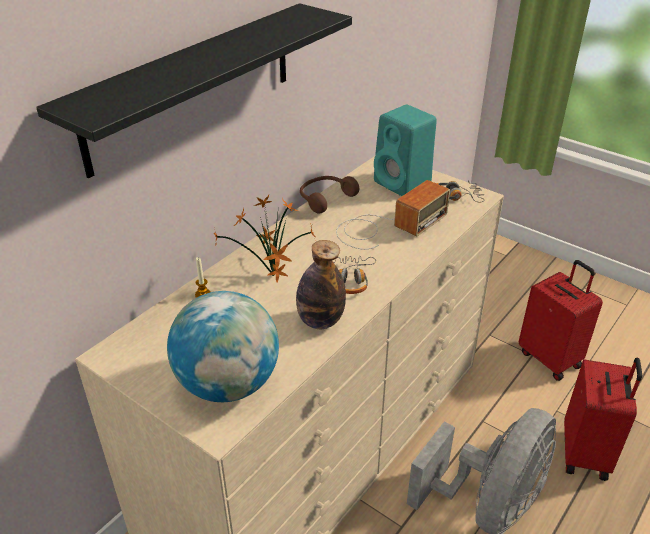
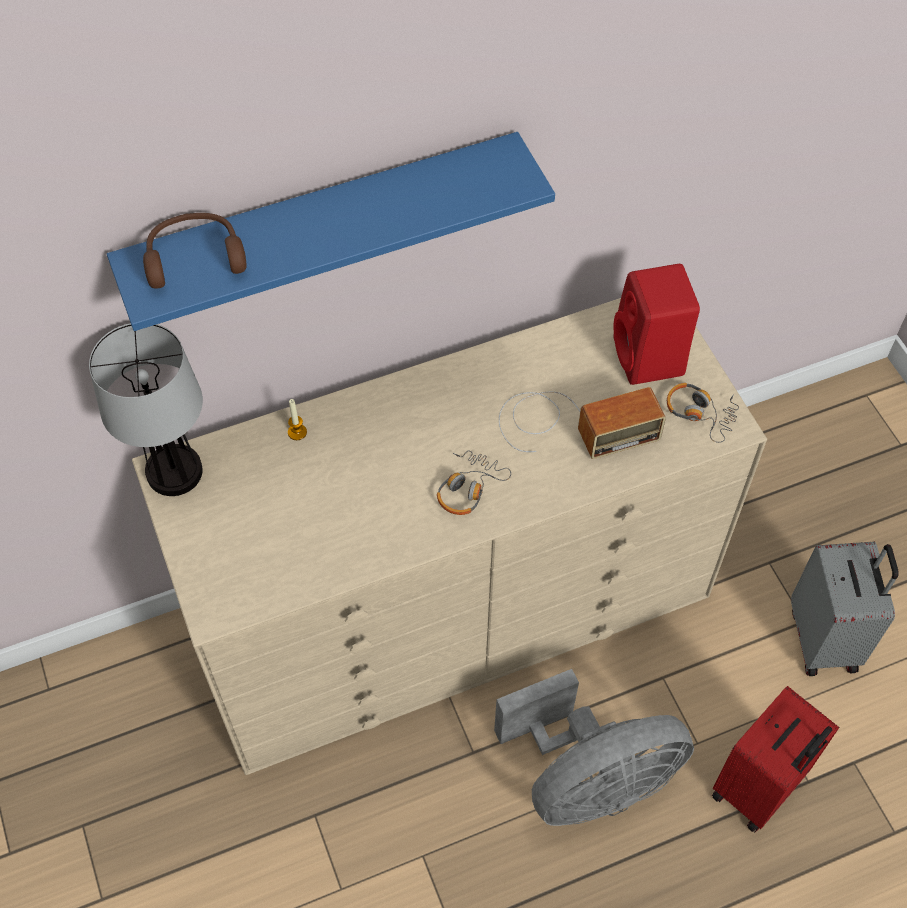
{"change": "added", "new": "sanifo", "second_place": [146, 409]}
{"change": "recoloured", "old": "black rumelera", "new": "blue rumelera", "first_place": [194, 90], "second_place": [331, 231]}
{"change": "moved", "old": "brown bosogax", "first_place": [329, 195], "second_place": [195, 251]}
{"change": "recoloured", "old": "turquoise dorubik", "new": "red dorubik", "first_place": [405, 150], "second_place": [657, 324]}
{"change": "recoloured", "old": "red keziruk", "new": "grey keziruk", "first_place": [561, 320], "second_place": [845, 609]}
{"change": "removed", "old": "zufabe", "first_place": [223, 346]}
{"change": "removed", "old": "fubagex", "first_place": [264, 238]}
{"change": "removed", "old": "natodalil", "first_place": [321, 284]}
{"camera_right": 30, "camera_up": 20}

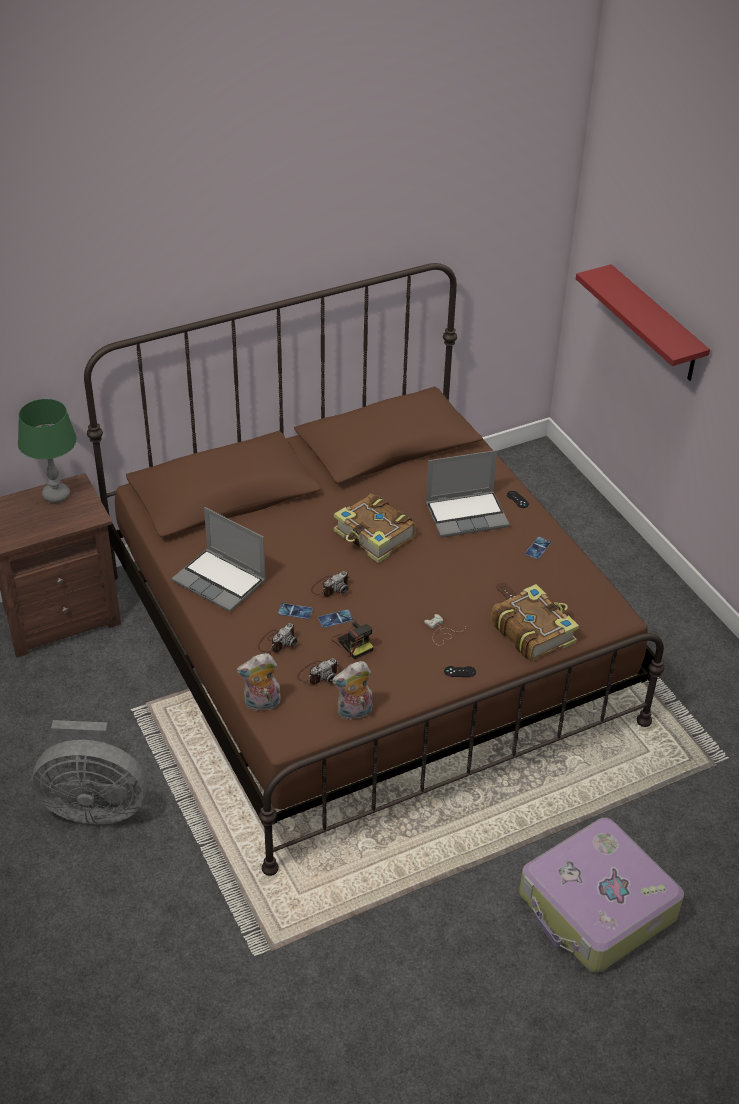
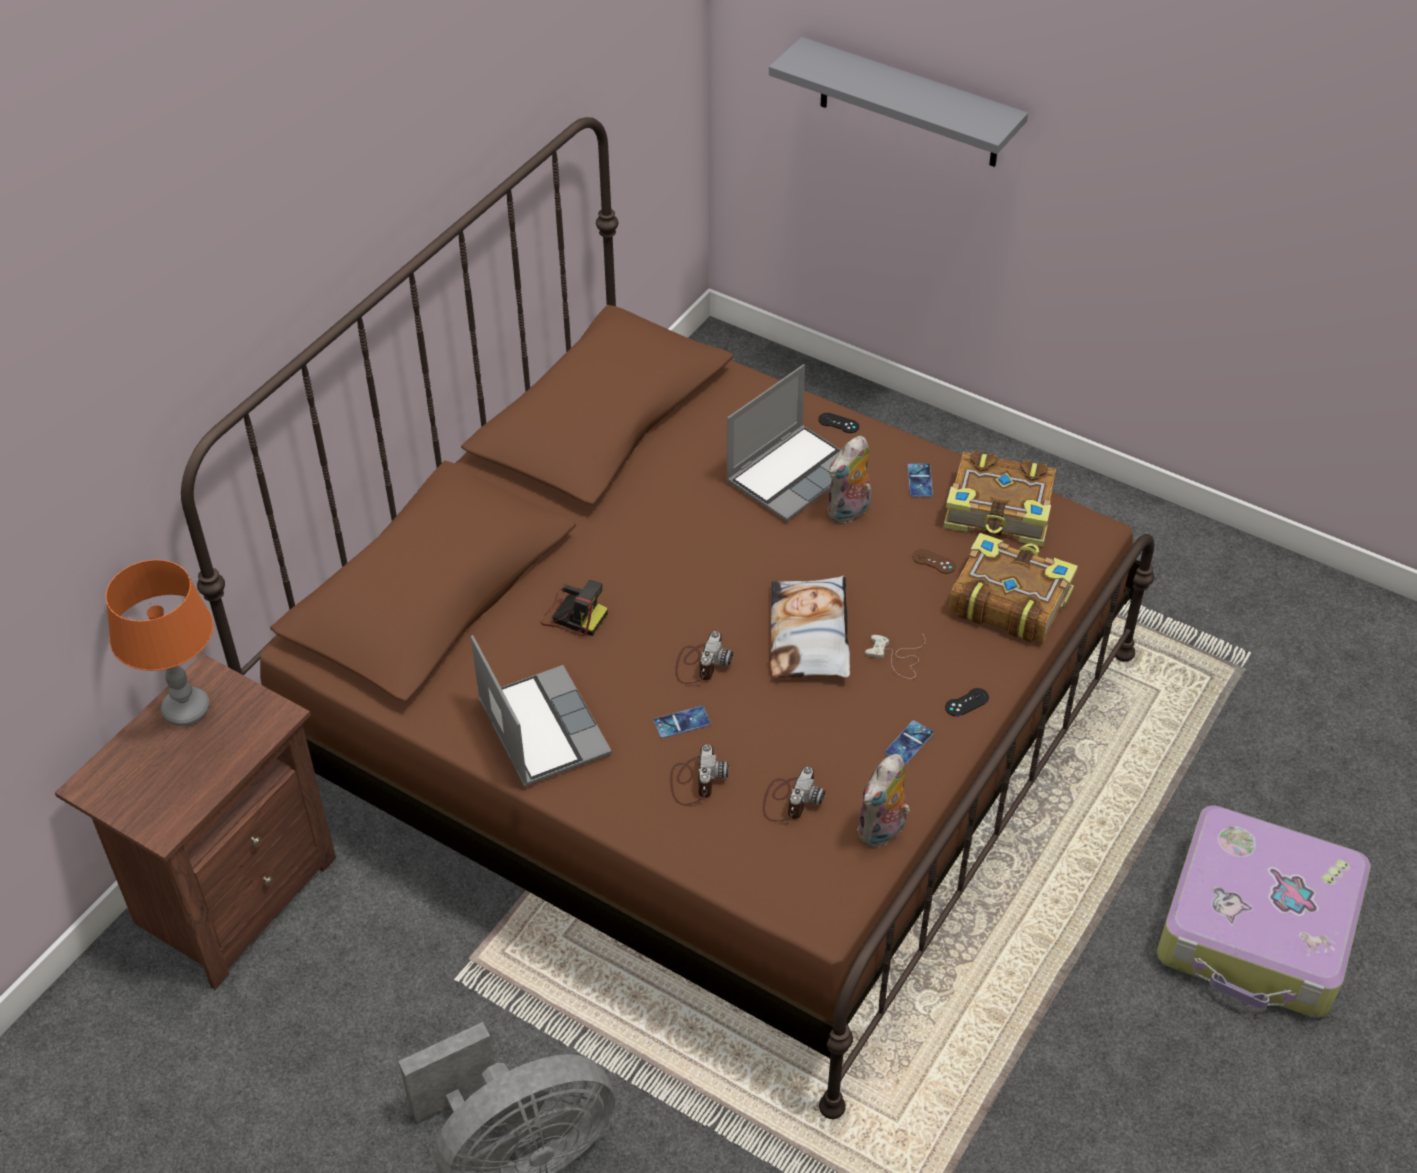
{"change": "recoloured", "old": "green sanifo", "new": "orange sanifo", "first_place": [47, 451], "second_place": [159, 643]}
{"change": "turned", "old": "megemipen", "first_place": [219, 559], "second_place": [541, 711], "degrees": -120}
{"change": "moved", "old": "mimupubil", "first_place": [352, 640], "second_place": [574, 608]}
{"change": "recoloured", "old": "red rumelera", "new": "grey rumelera", "first_place": [643, 322], "second_place": [898, 102]}
{"change": "added", "new": "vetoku", "second_place": [810, 627]}
{"change": "moved", "old": "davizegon", "first_place": [258, 682], "second_place": [849, 479]}
{"change": "moved", "old": "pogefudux", "first_place": [336, 619], "second_place": [909, 742]}
{"change": "moved", "old": "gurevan", "first_place": [375, 528], "second_place": [999, 498]}
{"camera_right": -30, "camera_up": 5}

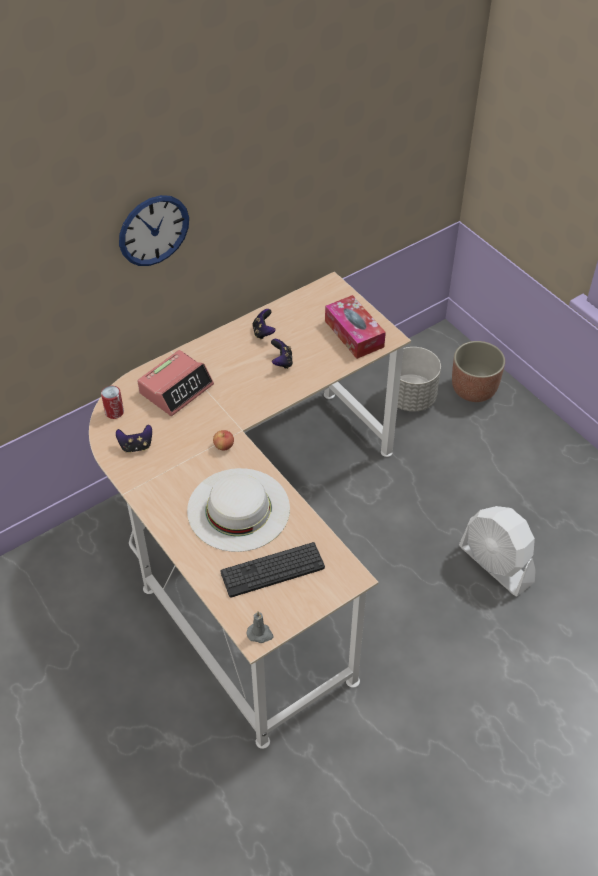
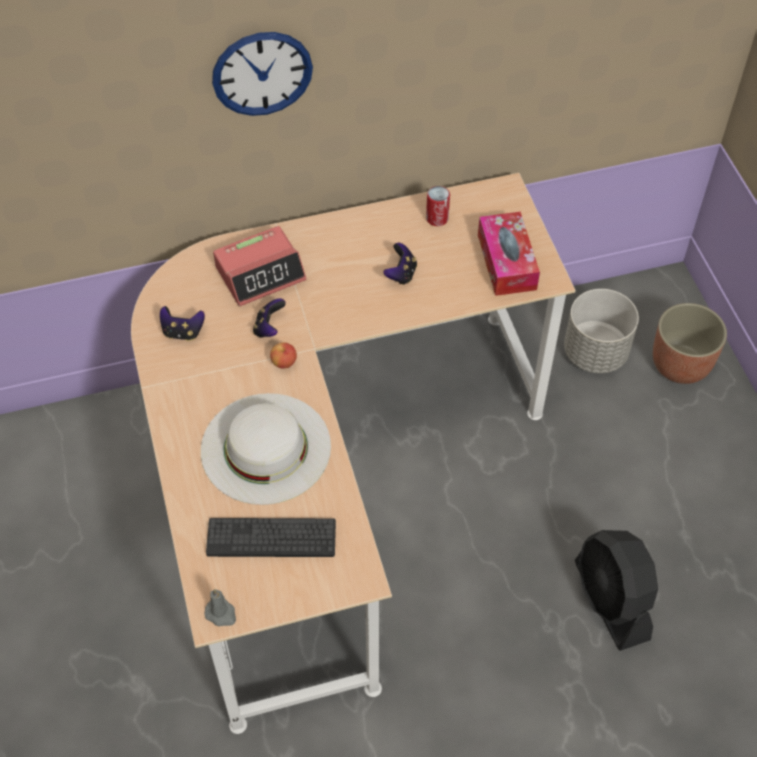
{"change": "moved", "old": "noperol", "first_place": [263, 324], "second_place": [269, 318]}
{"change": "moved", "old": "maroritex", "first_place": [112, 402], "second_place": [438, 206]}
{"change": "recoloured", "old": "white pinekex", "new": "black pinekex", "first_place": [497, 551], "second_place": [616, 590]}
{"camera_right": 20, "camera_up": 5}

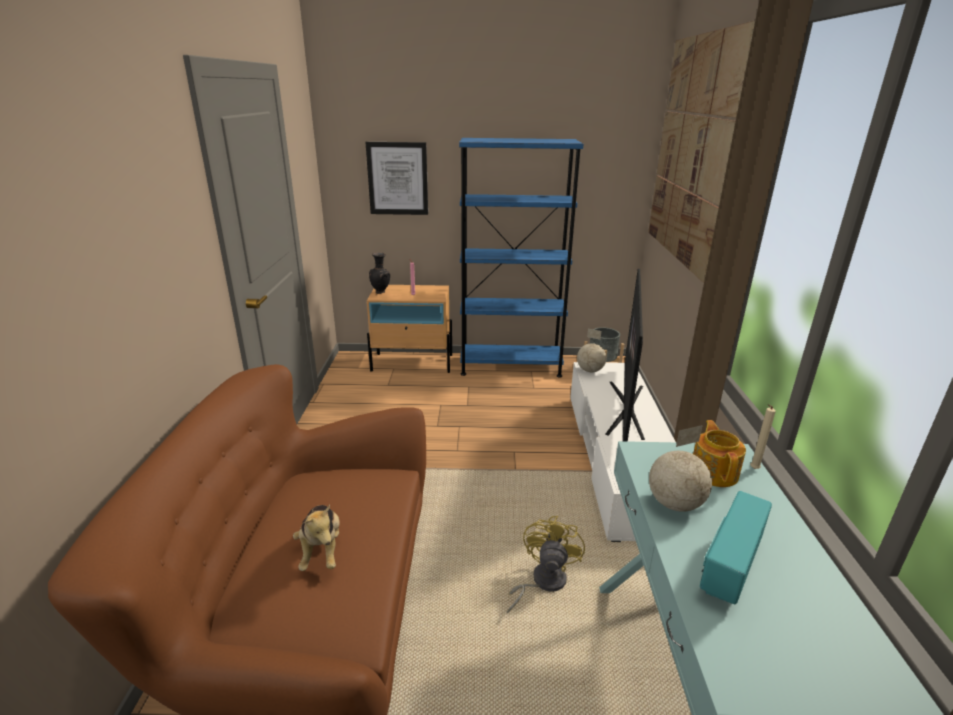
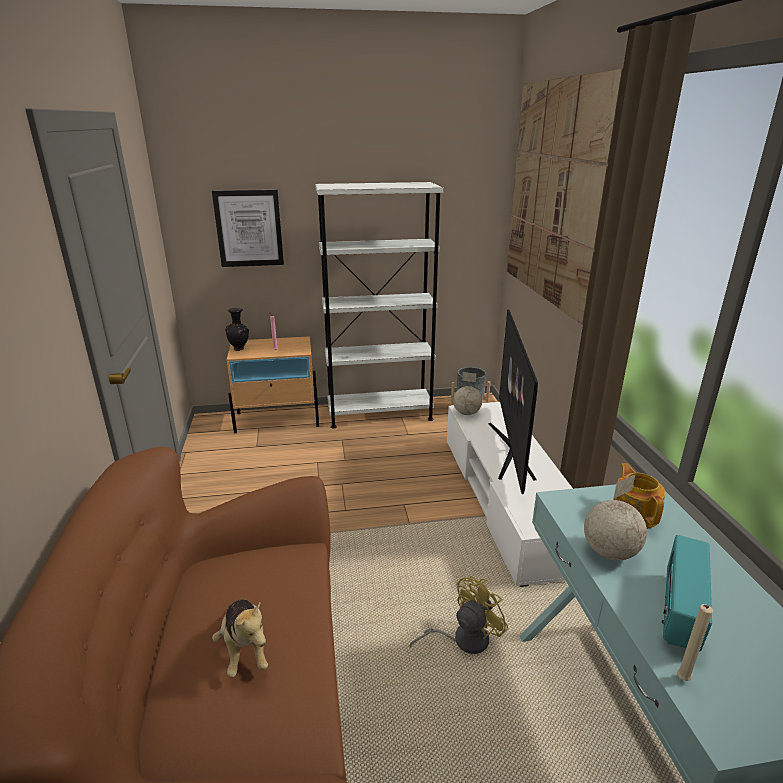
{"change": "recoloured", "old": "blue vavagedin", "new": "white vavagedin", "first_place": [521, 258], "second_place": [379, 305]}
{"change": "turned", "old": "yellow pinekex", "first_place": [546, 565], "second_place": [459, 615], "degrees": 45}
{"change": "moved", "old": "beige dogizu", "first_place": [763, 436], "second_place": [695, 642]}
{"camera_right": -10, "camera_up": 0}

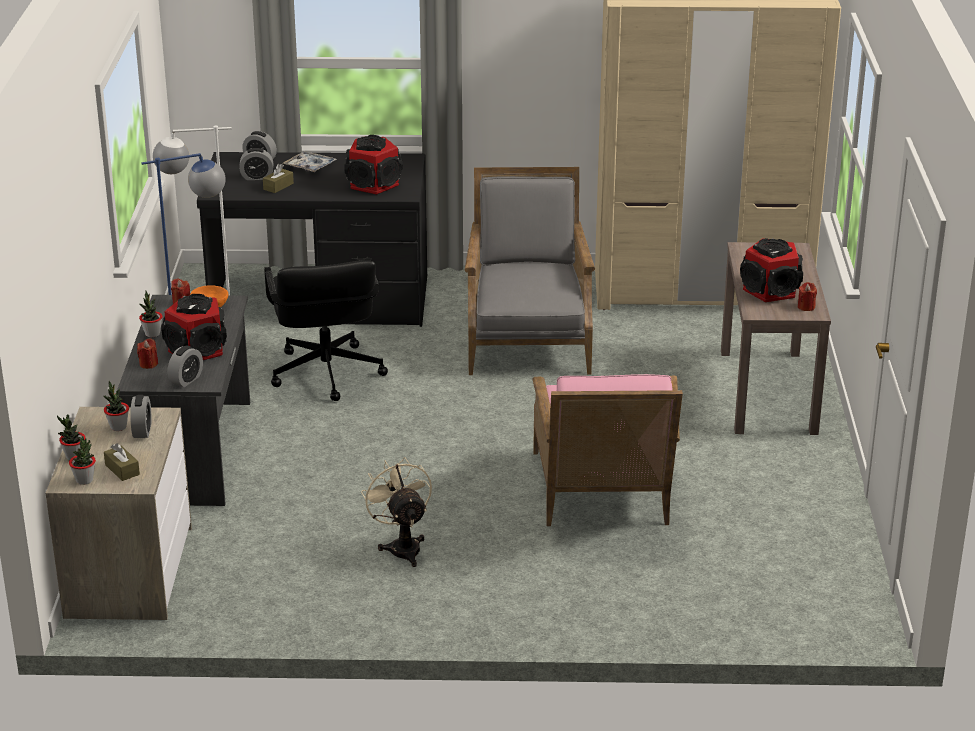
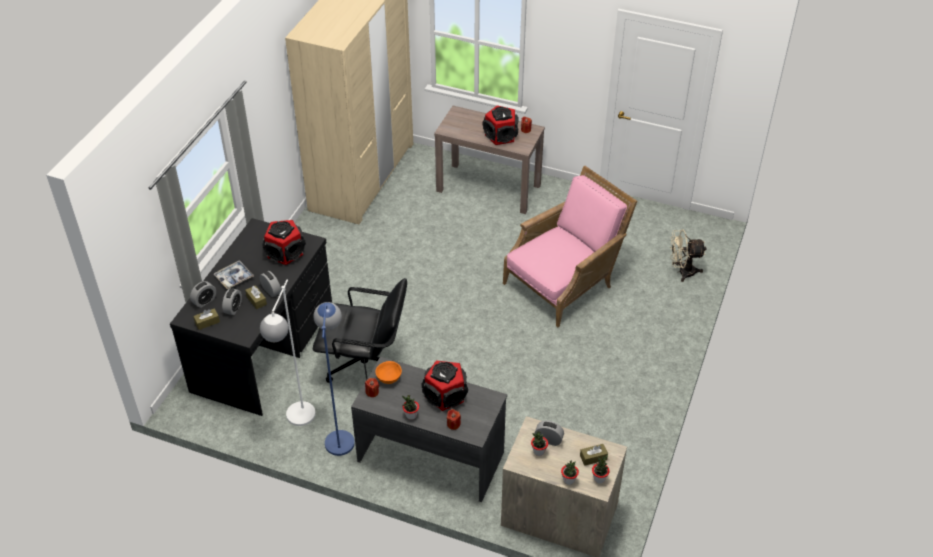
{"change": "added", "new": "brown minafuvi", "second_place": [206, 319]}
{"change": "moved", "old": "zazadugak", "first_place": [185, 366], "second_place": [270, 284]}
{"change": "turned", "old": "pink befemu", "first_place": [608, 450], "second_place": [570, 246], "degrees": -60}
{"change": "moved", "old": "beige pinekex", "first_place": [396, 512], "second_place": [688, 255]}
{"change": "removed", "old": "grey befemu", "first_place": [530, 271]}
{"camera_right": -70, "camera_up": 15}

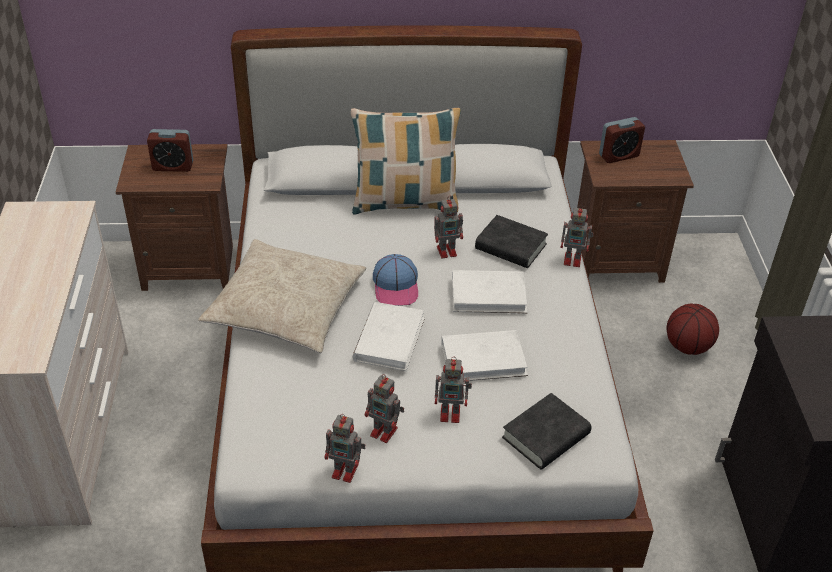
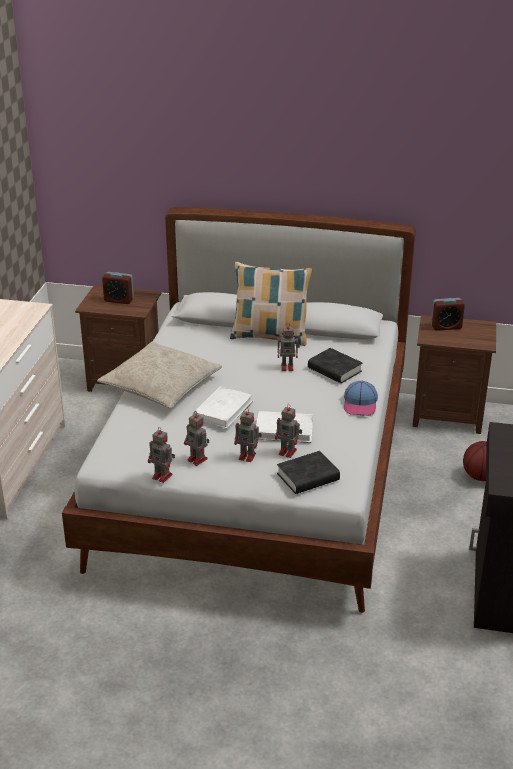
{"change": "moved", "old": "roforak", "first_place": [577, 235], "second_place": [288, 431]}
{"change": "moved", "old": "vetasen", "first_place": [395, 280], "second_place": [361, 398]}
{"change": "removed", "old": "white gurevan", "first_place": [490, 291]}
{"camera_right": 15, "camera_up": -10}

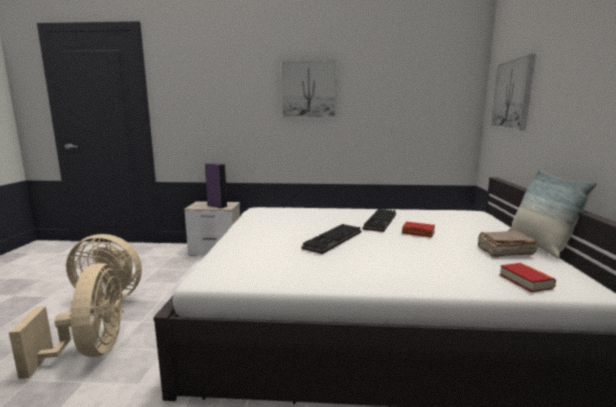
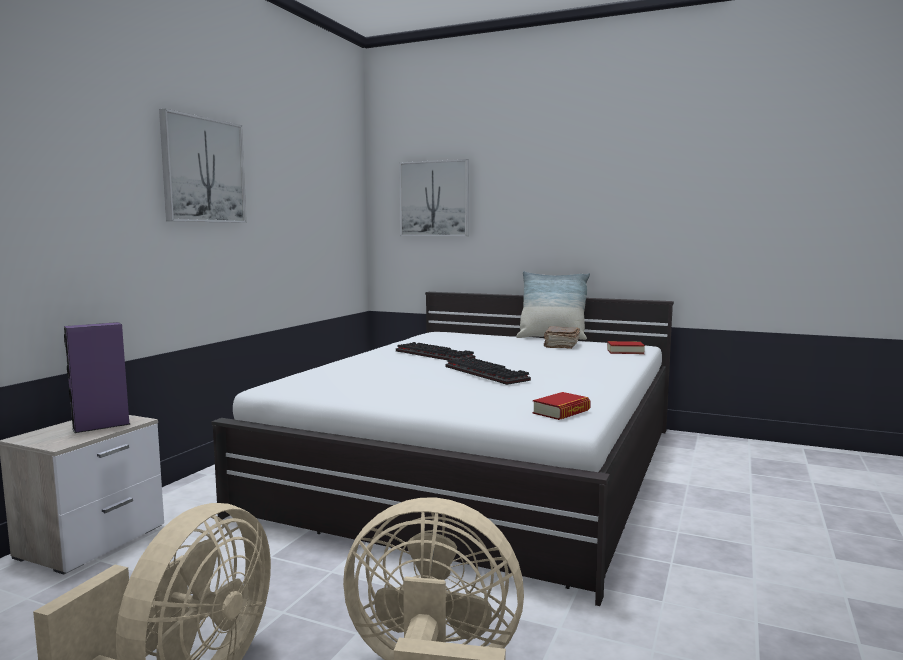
{"change": "moved", "old": "gurevan", "first_place": [418, 230], "second_place": [562, 406]}
{"camera_right": -70, "camera_up": -5}

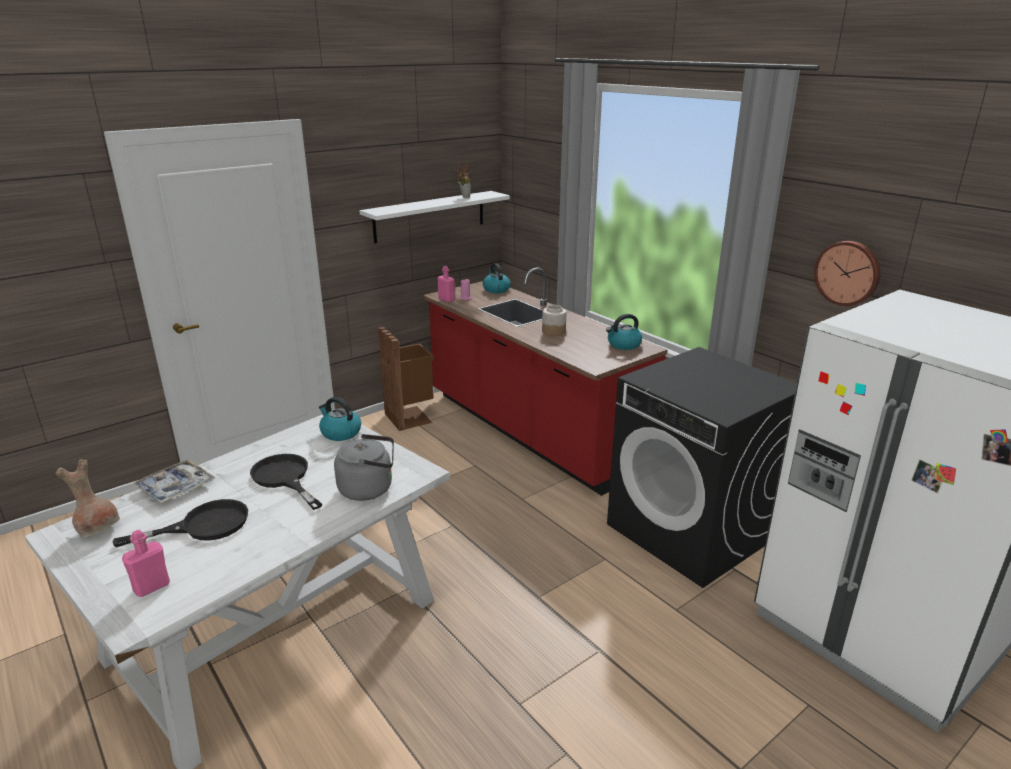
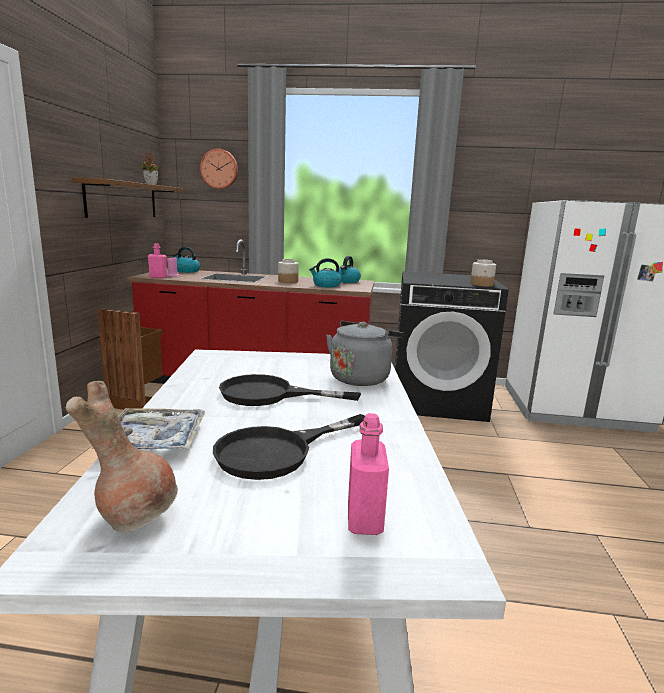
{"change": "recoloured", "old": "white rumelera", "new": "brown rumelera", "first_place": [434, 217], "second_place": [128, 198]}
{"change": "moved", "old": "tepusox", "first_place": [847, 273], "second_place": [219, 169]}
{"change": "turned", "old": "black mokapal", "first_place": [180, 523], "second_place": [289, 447], "degrees": -150}
{"change": "moved", "old": "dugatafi", "first_place": [340, 419], "second_place": [325, 272]}
{"change": "added", "new": "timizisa", "second_place": [483, 273]}
{"camera_right": -45, "camera_up": -10}

